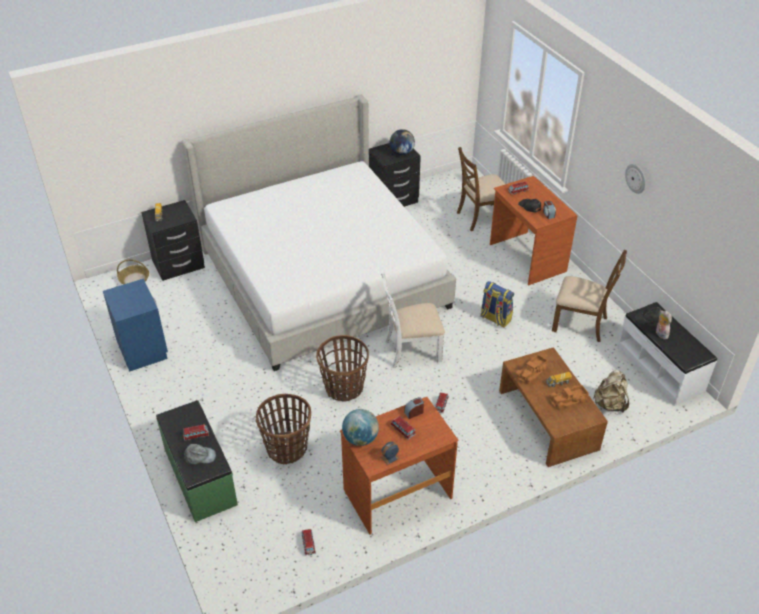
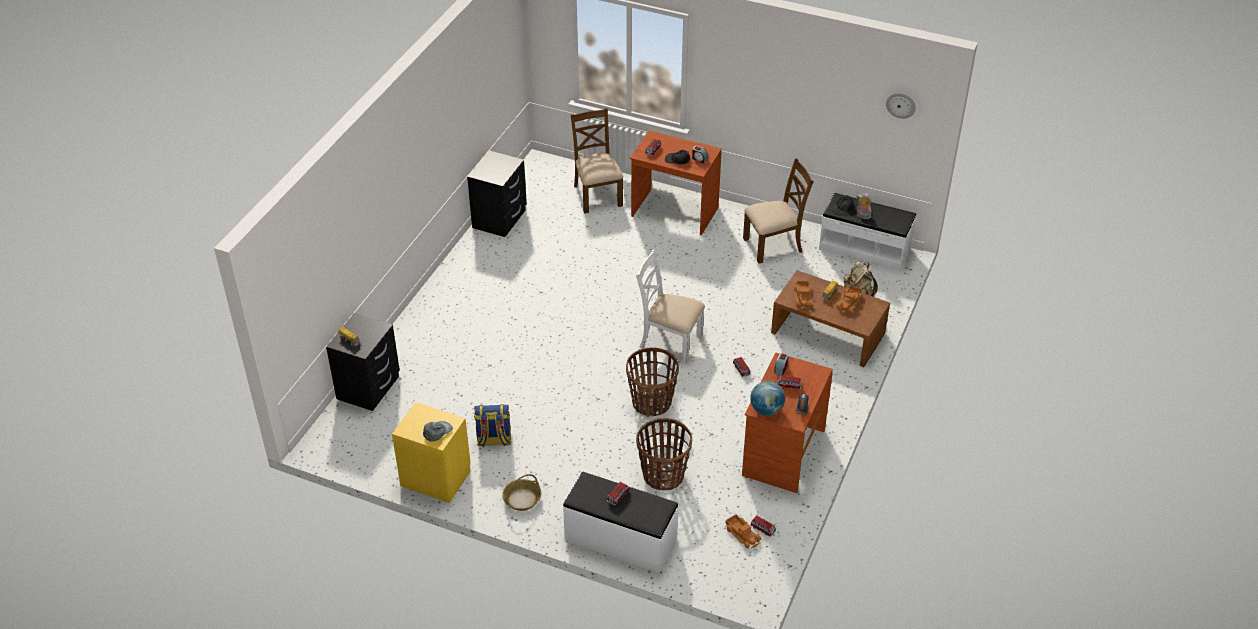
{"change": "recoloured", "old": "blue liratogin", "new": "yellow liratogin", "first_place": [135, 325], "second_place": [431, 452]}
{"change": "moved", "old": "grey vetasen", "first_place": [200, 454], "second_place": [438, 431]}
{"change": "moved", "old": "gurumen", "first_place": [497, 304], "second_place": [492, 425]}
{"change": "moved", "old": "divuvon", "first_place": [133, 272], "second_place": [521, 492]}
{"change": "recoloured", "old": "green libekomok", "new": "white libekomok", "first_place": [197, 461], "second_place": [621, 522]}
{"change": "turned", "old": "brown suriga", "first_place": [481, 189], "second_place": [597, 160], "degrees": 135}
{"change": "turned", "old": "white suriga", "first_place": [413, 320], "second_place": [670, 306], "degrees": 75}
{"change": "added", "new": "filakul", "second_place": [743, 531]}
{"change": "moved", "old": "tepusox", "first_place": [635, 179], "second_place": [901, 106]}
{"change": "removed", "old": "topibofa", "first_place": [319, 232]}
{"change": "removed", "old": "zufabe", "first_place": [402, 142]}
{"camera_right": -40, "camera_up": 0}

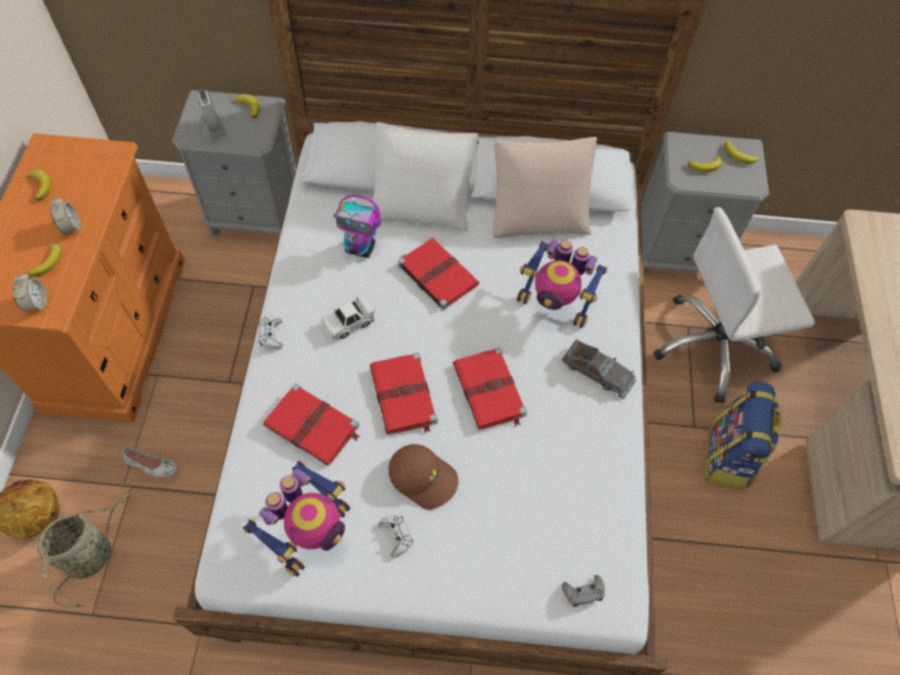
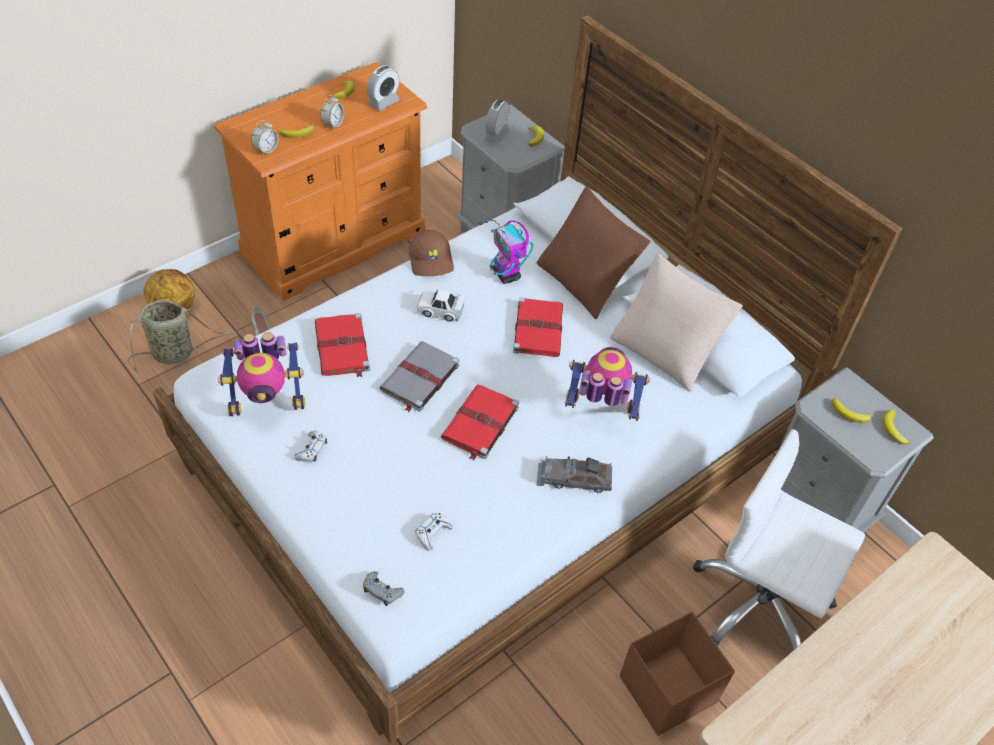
{"change": "added", "new": "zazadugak", "second_place": [383, 88]}
{"change": "recoloured", "old": "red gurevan", "new": "grey gurevan", "first_place": [404, 393], "second_place": [419, 377]}
{"change": "moved", "old": "brown vetasen", "first_place": [423, 477], "second_place": [431, 253]}
{"change": "moved", "old": "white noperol", "first_place": [271, 332], "second_place": [434, 531]}
{"change": "turned", "old": "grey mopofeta", "first_place": [599, 369], "second_place": [574, 474], "degrees": 105}
{"change": "recoloured", "old": "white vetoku", "new": "brown vetoku", "first_place": [425, 176], "second_place": [594, 253]}
{"change": "turned", "old": "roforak", "first_place": [562, 284], "second_place": [607, 384], "degrees": 120}
{"change": "replaced", "old": "gurumen", "new": "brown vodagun", "first_place": [743, 436], "second_place": [677, 674]}
{"camera_right": 45, "camera_up": -10}

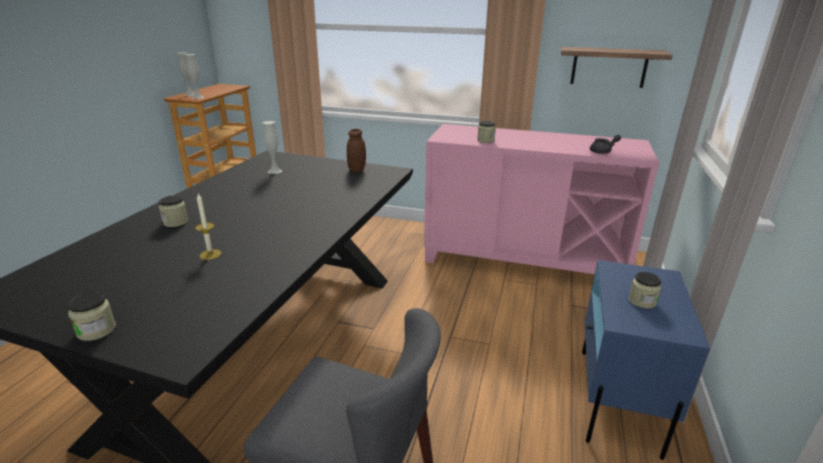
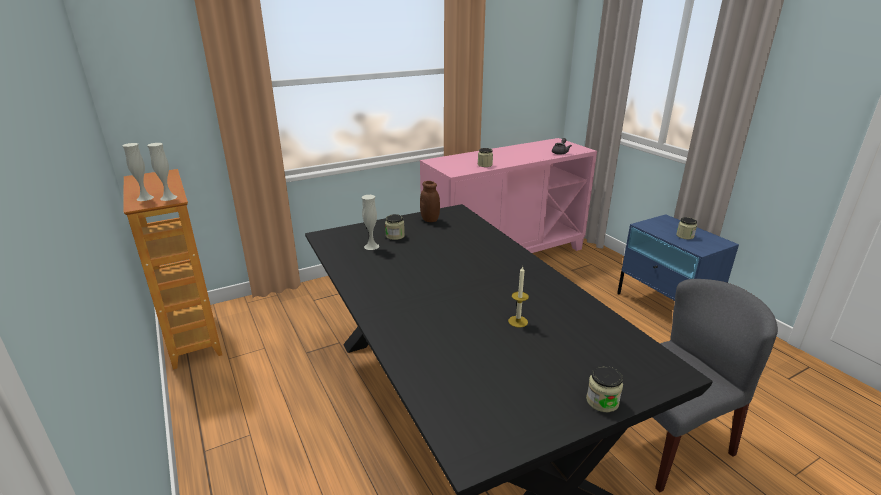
{"change": "moved", "old": "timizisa", "first_place": [173, 211], "second_place": [395, 227]}
{"change": "removed", "old": "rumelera", "first_place": [617, 67]}
{"camera_right": -45, "camera_up": 0}

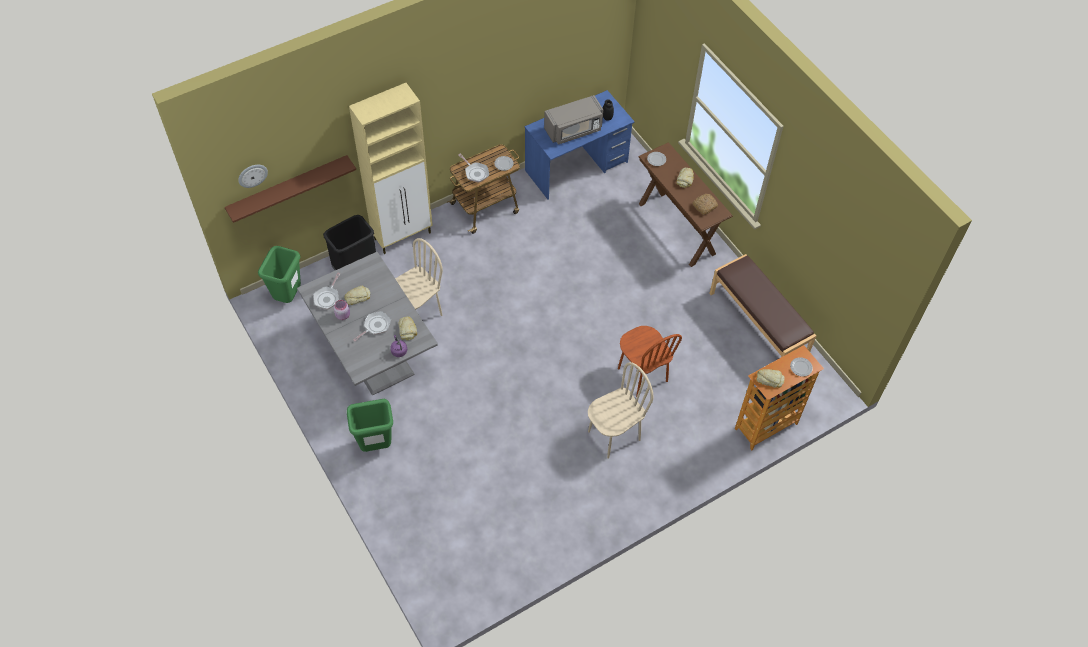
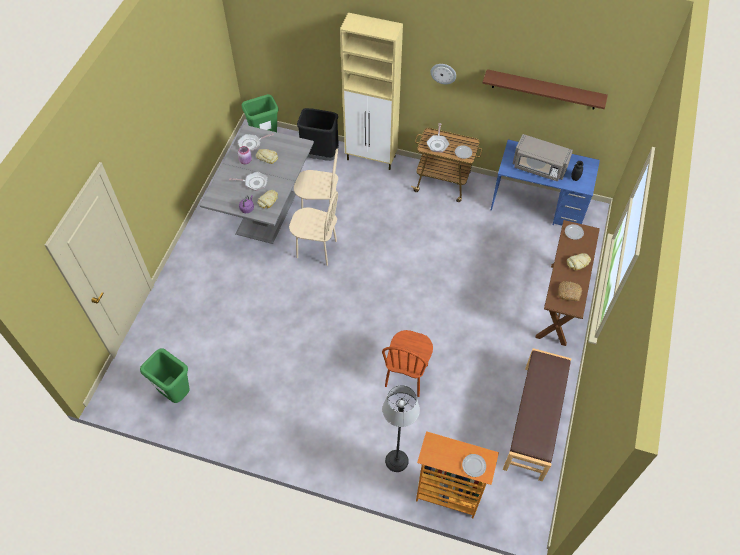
{"change": "moved", "old": "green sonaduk", "first_place": [370, 425], "second_place": [165, 375]}
{"change": "moved", "old": "beige suriga", "first_place": [620, 410], "second_place": [313, 228]}
{"change": "added", "new": "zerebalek", "second_place": [401, 428]}
{"change": "moved", "old": "tepusox", "first_place": [253, 176], "second_place": [443, 74]}
{"change": "moved", "old": "brown rumelera", "first_place": [290, 189], "second_place": [545, 89]}
{"change": "removed", "old": "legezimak", "first_place": [770, 378]}
{"camera_right": 50, "camera_up": 0}

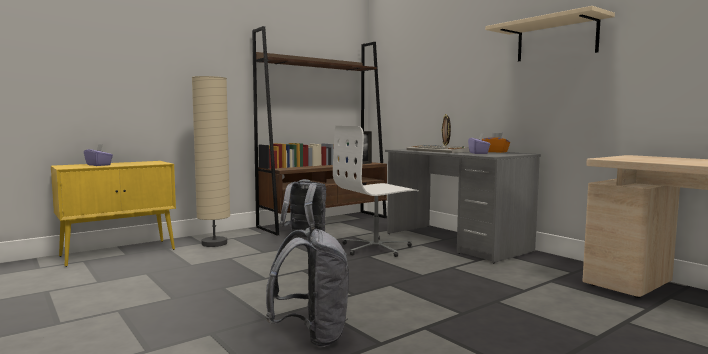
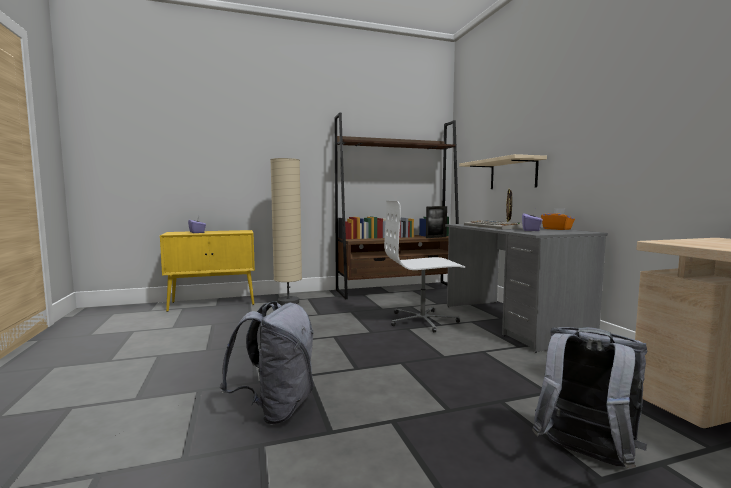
{"change": "moved", "old": "beige rumelera", "first_place": [550, 33], "second_place": [503, 171]}
{"change": "moved", "old": "grey gurumen", "first_place": [303, 208], "second_place": [590, 397]}
{"camera_right": 20, "camera_up": 0}

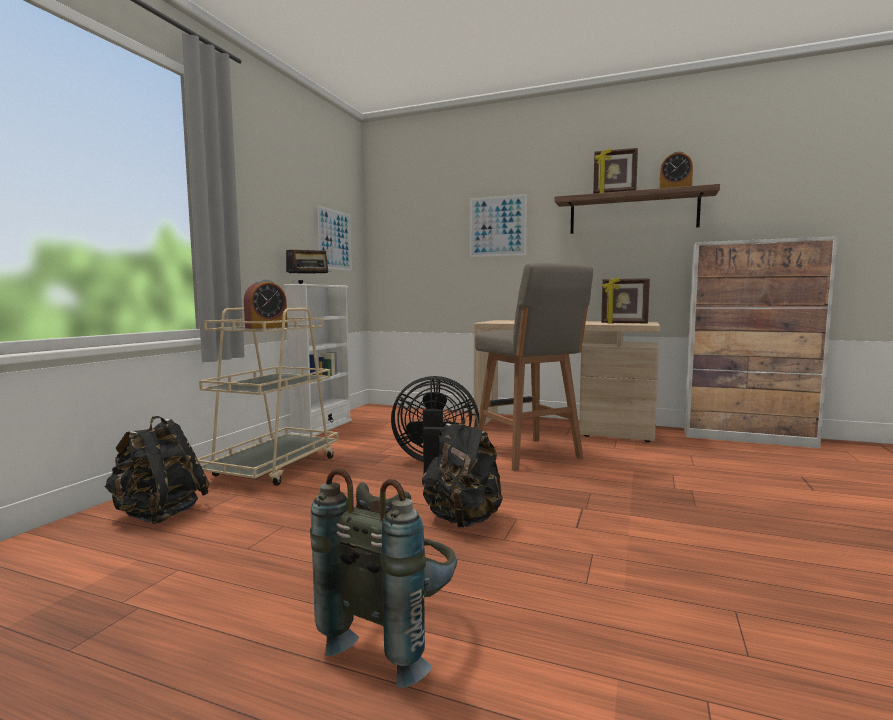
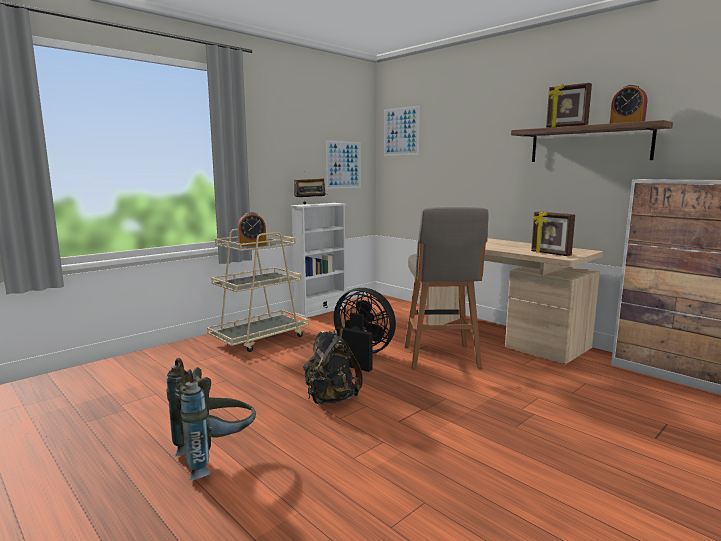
{"change": "moved", "old": "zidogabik", "first_place": [498, 225], "second_place": [402, 130]}
{"change": "removed", "old": "black gurumen", "first_place": [157, 470]}
{"camera_right": 25, "camera_up": 5}

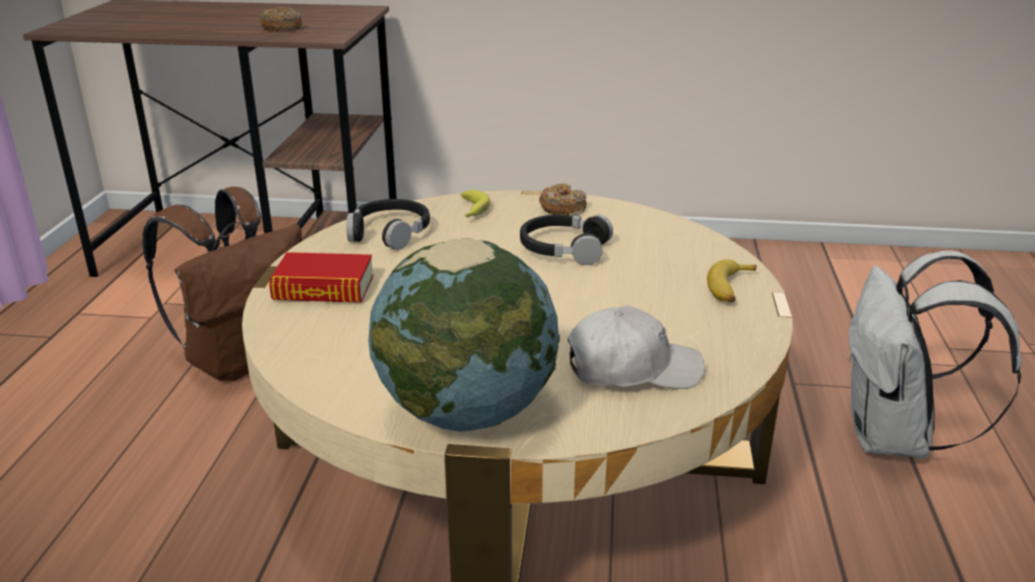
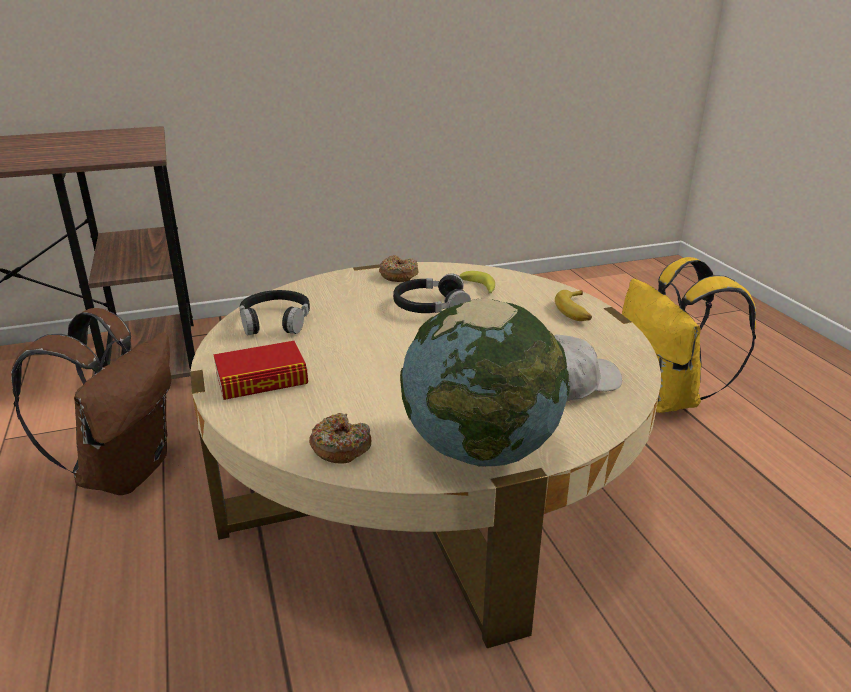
{"change": "moved", "old": "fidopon", "first_place": [281, 19], "second_place": [340, 438]}
{"change": "moved", "old": "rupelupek", "first_place": [475, 204], "second_place": [477, 282]}
{"change": "recoloured", "old": "white gurumen", "new": "yellow gurumen", "first_place": [935, 354], "second_place": [689, 335]}
{"camera_right": -25, "camera_up": 0}

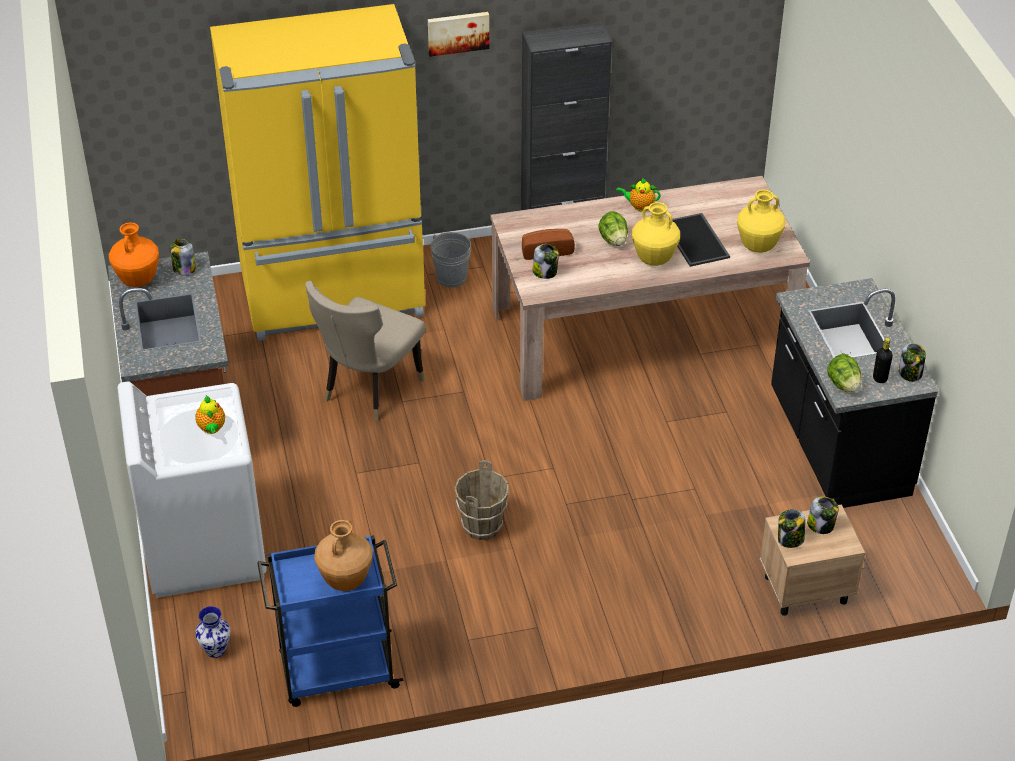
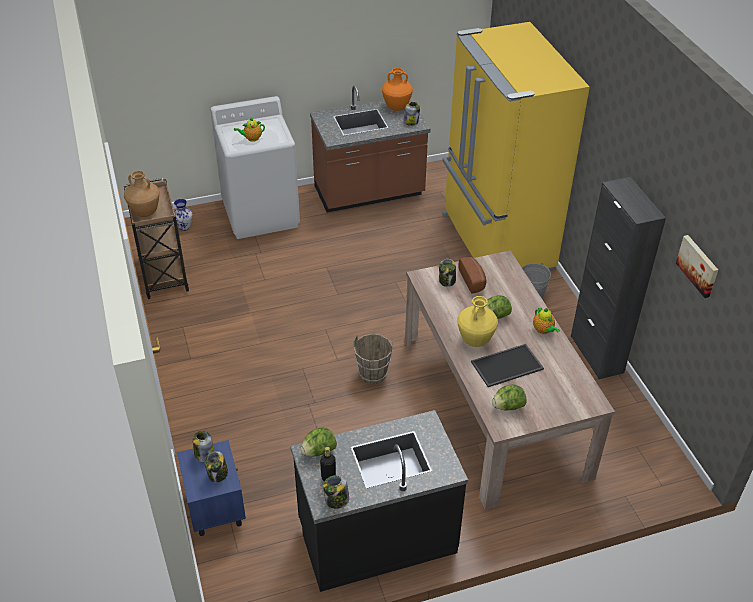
{"change": "recoloured", "old": "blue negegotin", "new": "brown negegotin", "first_place": [330, 621], "second_place": [156, 238]}
{"change": "recoloured", "old": "beige liratogin", "new": "blue liratogin", "first_place": [812, 560], "second_place": [211, 488]}
{"change": "moved", "old": "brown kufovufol", "first_place": [481, 500], "second_place": [373, 359]}
{"change": "replaced", "old": "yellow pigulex", "new": "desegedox", "first_place": [761, 221], "second_place": [509, 397]}
{"change": "turned", "old": "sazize", "first_place": [638, 194], "second_place": [546, 320], "degrees": 150}
{"change": "moved", "old": "zidogabik", "first_place": [458, 34], "second_place": [697, 266]}
{"change": "removed", "old": "beige suriga", "first_place": [365, 351]}
{"camera_right": 85, "camera_up": 0}

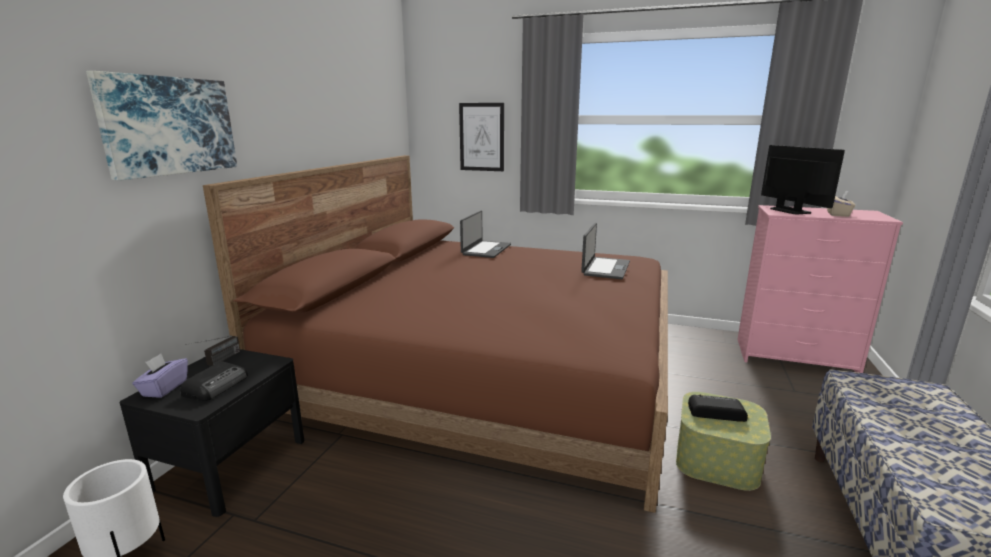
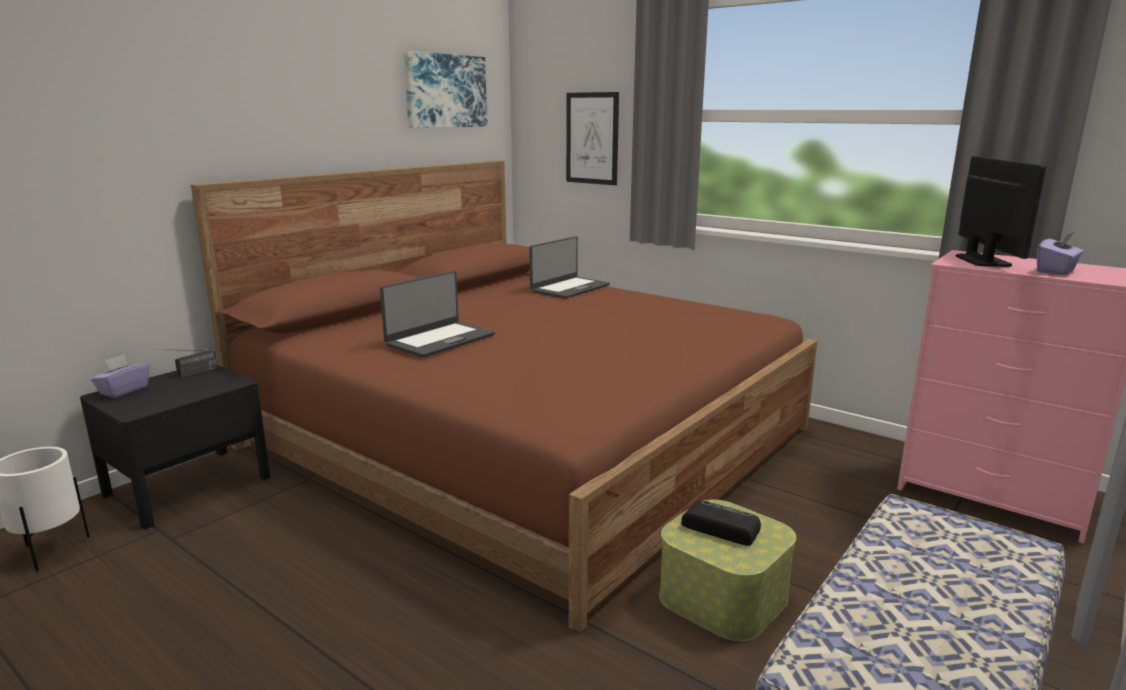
{"change": "moved", "old": "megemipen", "first_place": [605, 251], "second_place": [437, 314]}
{"change": "moved", "old": "zidogabik", "first_place": [161, 126], "second_place": [445, 89]}
{"change": "recoloured", "old": "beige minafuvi", "new": "purple minafuvi", "first_place": [841, 203], "second_place": [1060, 253]}
{"change": "removed", "old": "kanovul", "first_place": [214, 381]}
{"camera_right": 20, "camera_up": 0}

